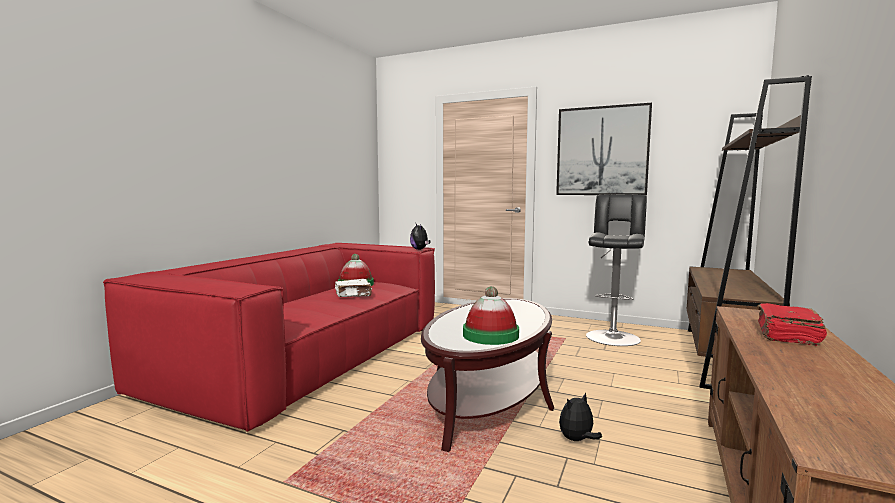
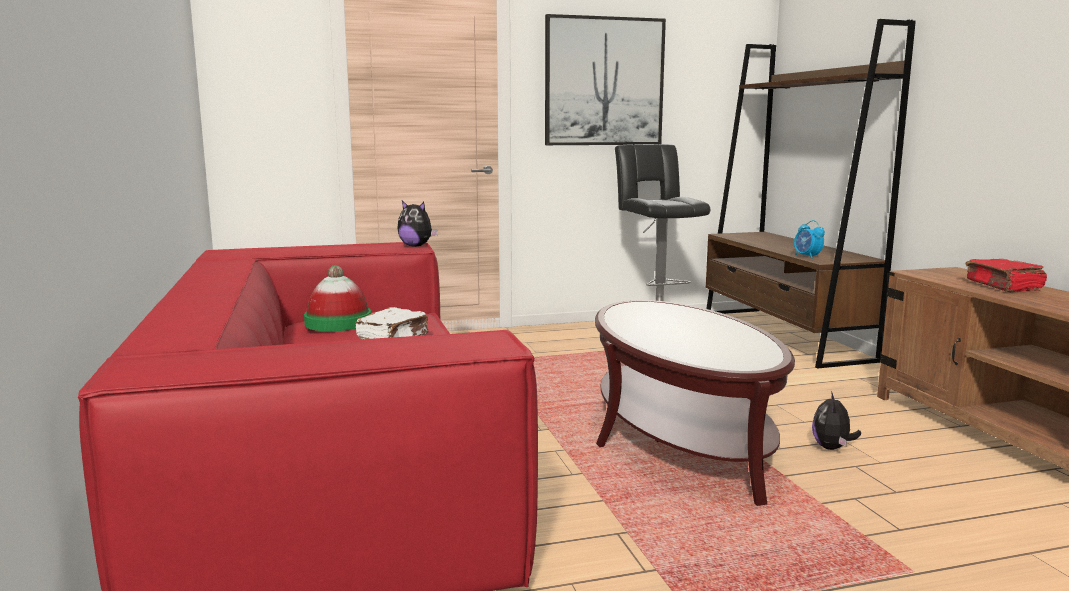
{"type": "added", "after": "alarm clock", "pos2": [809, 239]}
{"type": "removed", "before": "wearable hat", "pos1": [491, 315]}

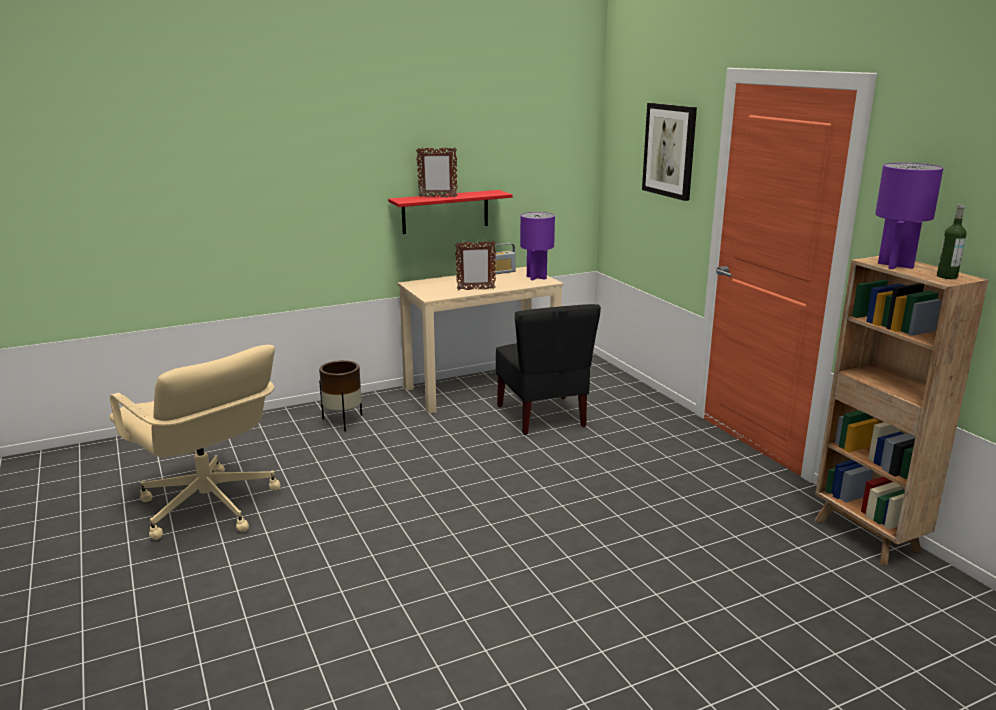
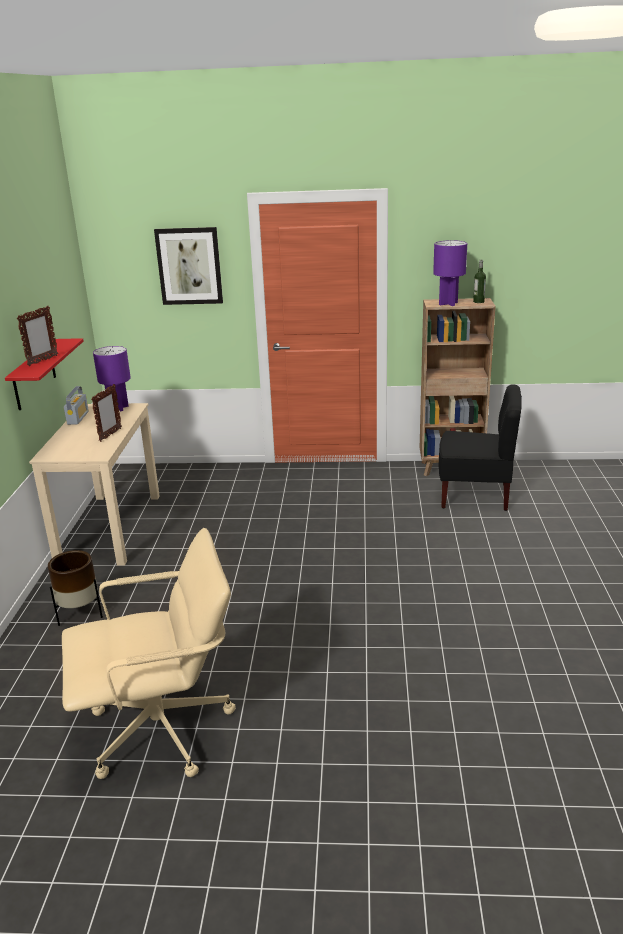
{"type": "moved", "before": "plain chair/black", "pos1": [548, 369], "pos2": [480, 447]}

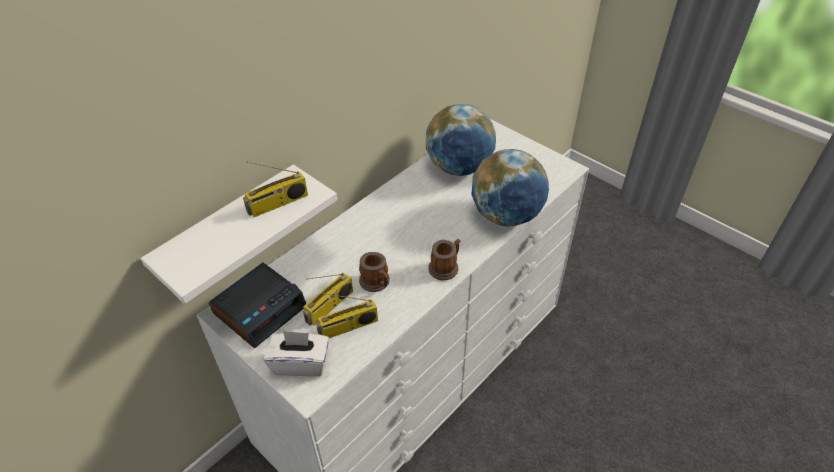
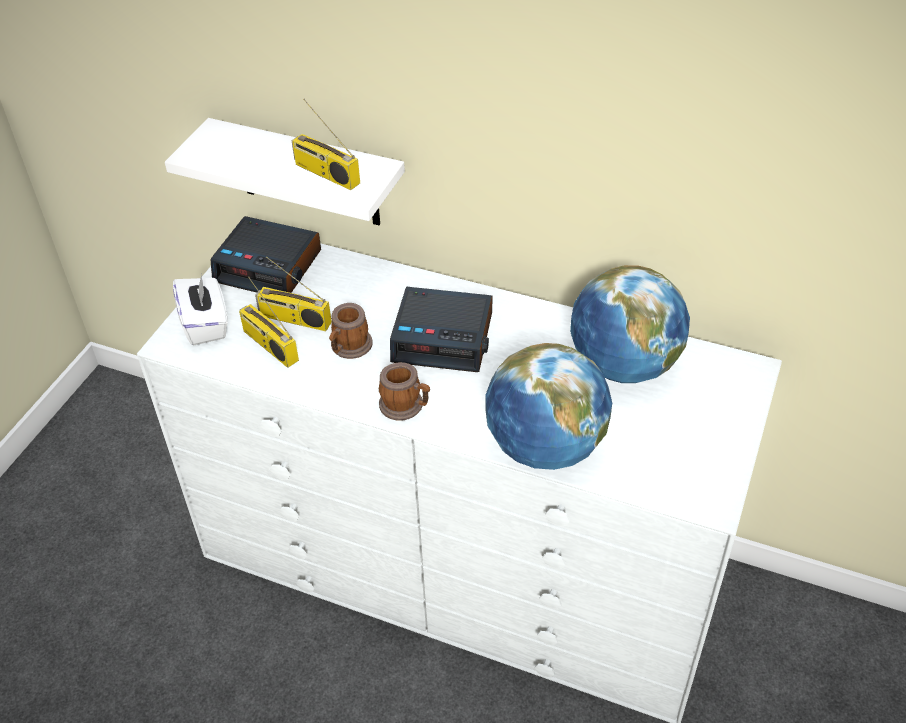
{"type": "added", "after": "alarm clock", "pos2": [441, 329]}

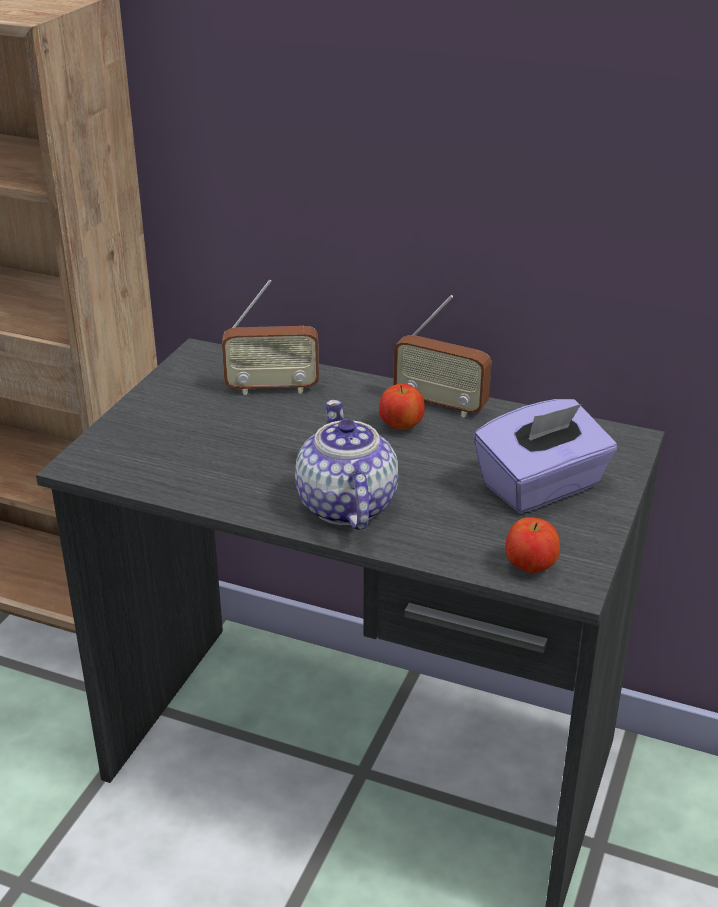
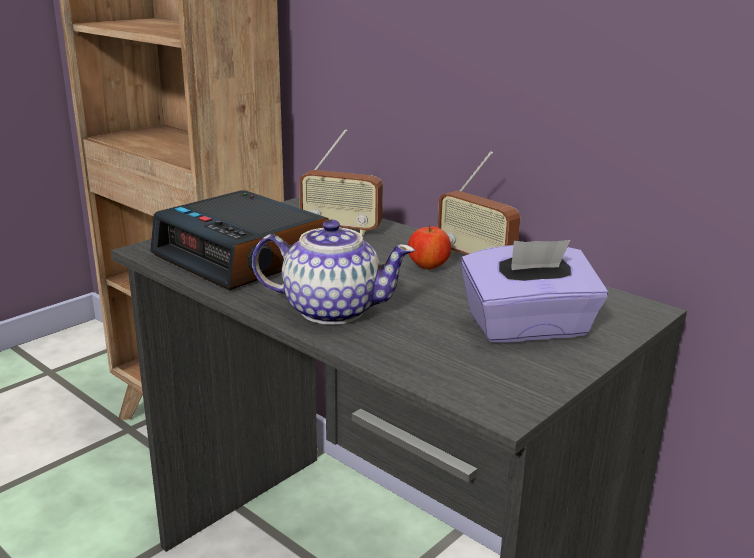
{"type": "added", "after": "alarm clock", "pos2": [239, 240]}
{"type": "turned", "before": "pot for tea", "pos1": [346, 465], "pos2": [333, 272], "turn": 90}
{"type": "removed", "before": "whole apple", "pos1": [532, 545]}

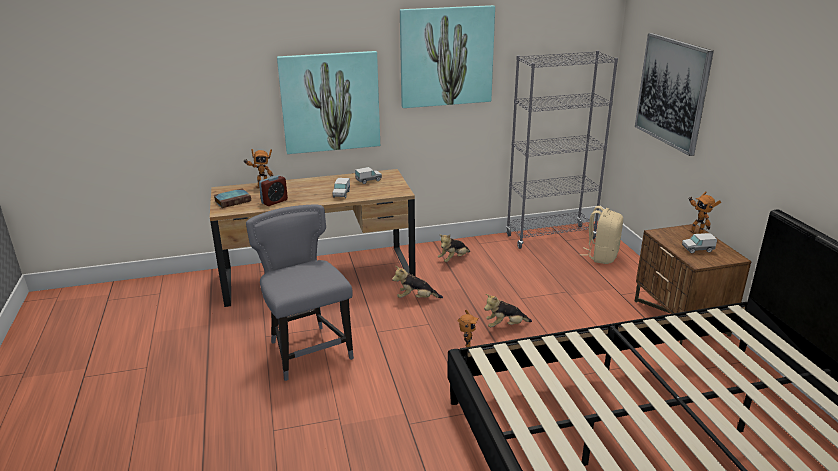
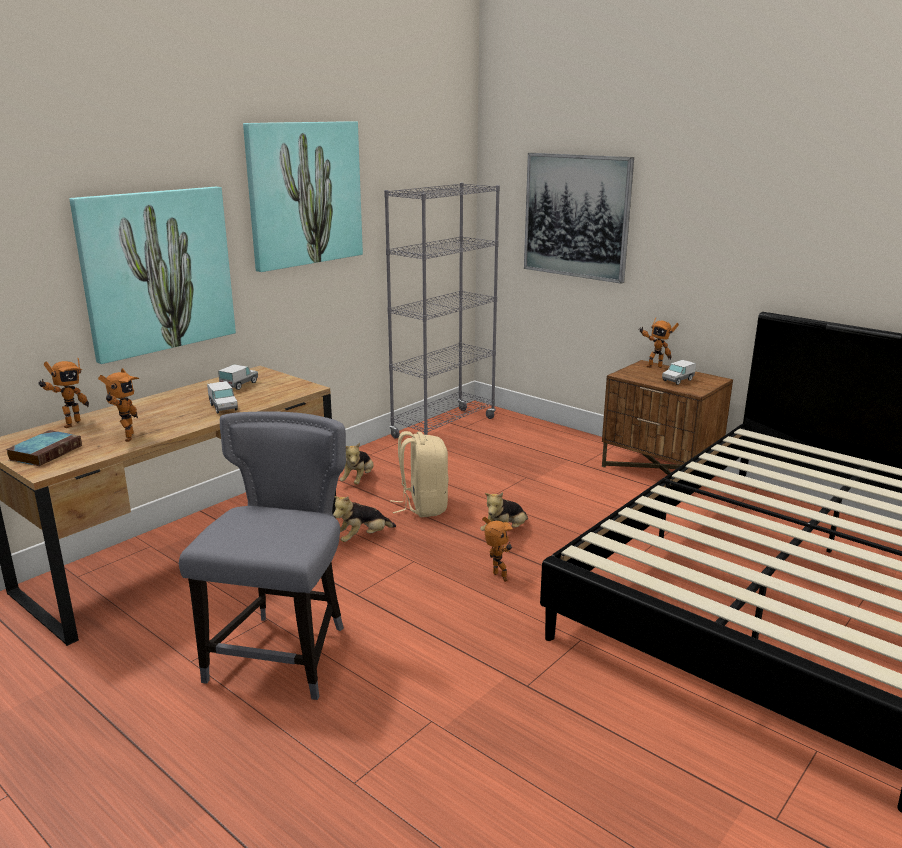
{"type": "replaced", "before": "alarm clock", "after": "model robot", "pos1": [273, 190], "pos2": [118, 405]}
{"type": "turned", "before": "plain chair/greyish", "pos1": [300, 292], "pos2": [262, 555], "turn": 75}
{"type": "moved", "before": "rucksack/beige-coloured", "pos1": [601, 235], "pos2": [419, 474]}

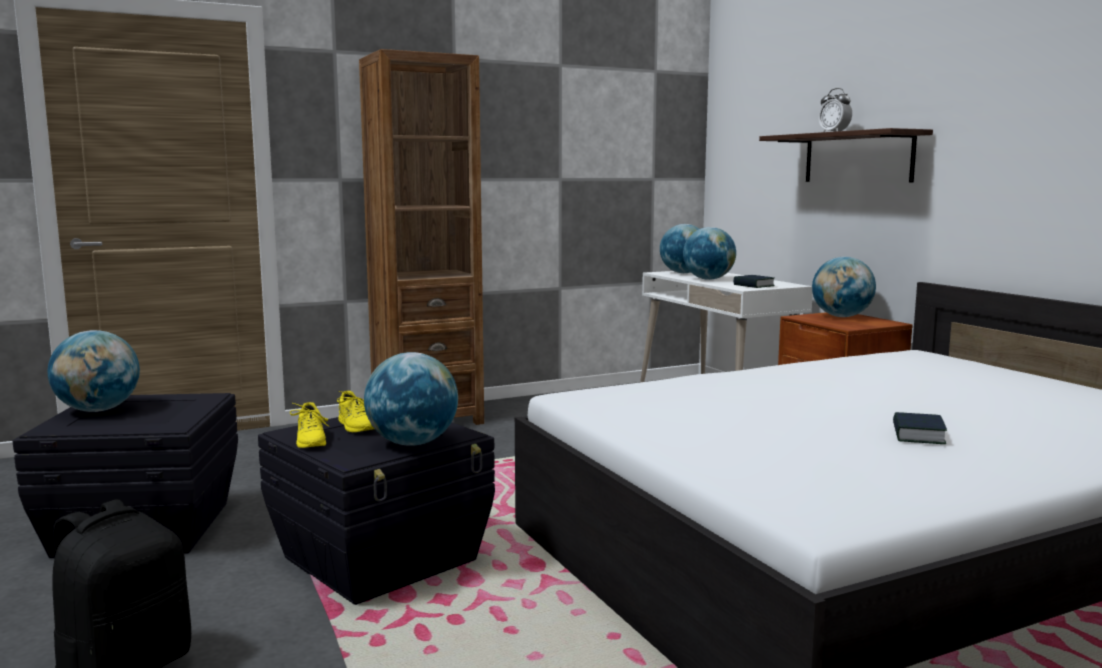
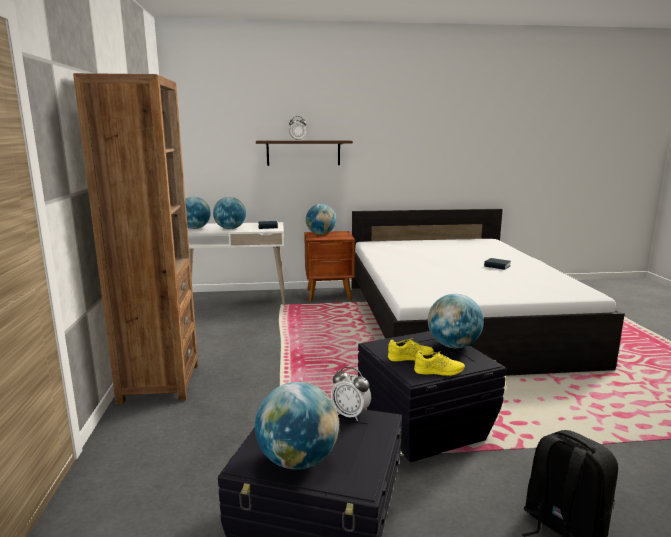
{"type": "added", "after": "alarm clock", "pos2": [351, 394]}

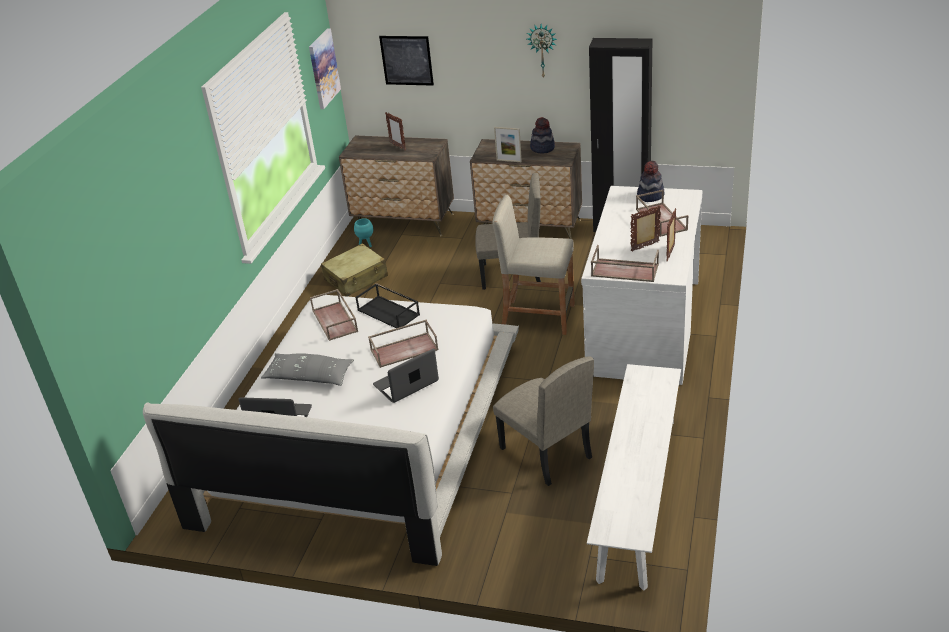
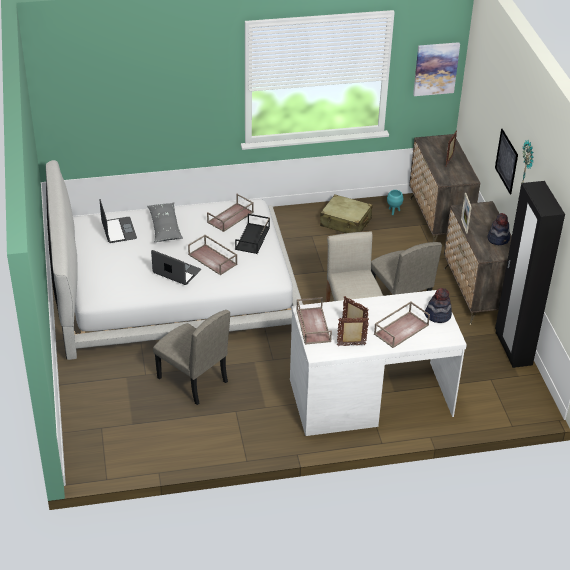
{"type": "turned", "before": "plain chair/beige-coloured", "pos1": [543, 421], "pos2": [191, 357], "turn": -75}
{"type": "moved", "before": "wall picture", "pos1": [406, 61], "pos2": [506, 161]}
{"type": "removed", "before": "indoor bench/whitish", "pos1": [634, 477]}

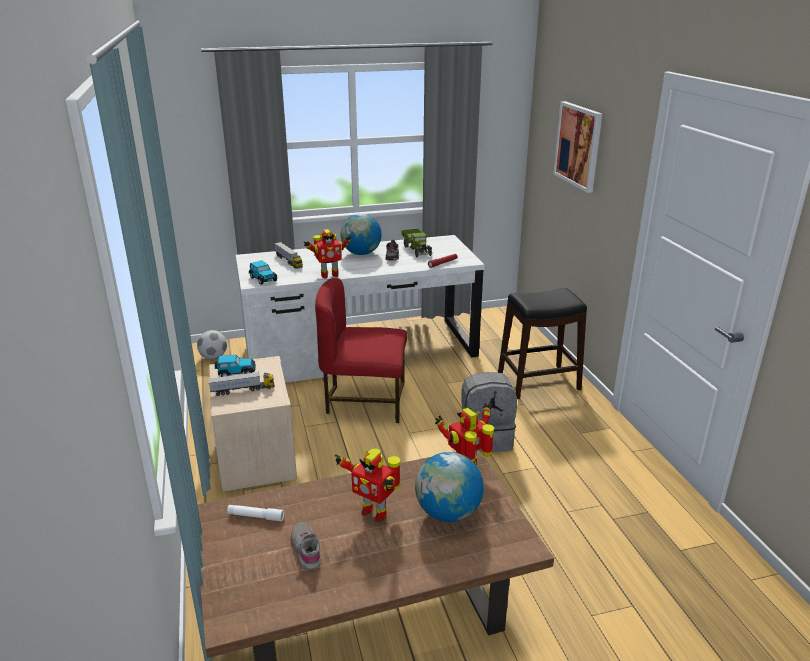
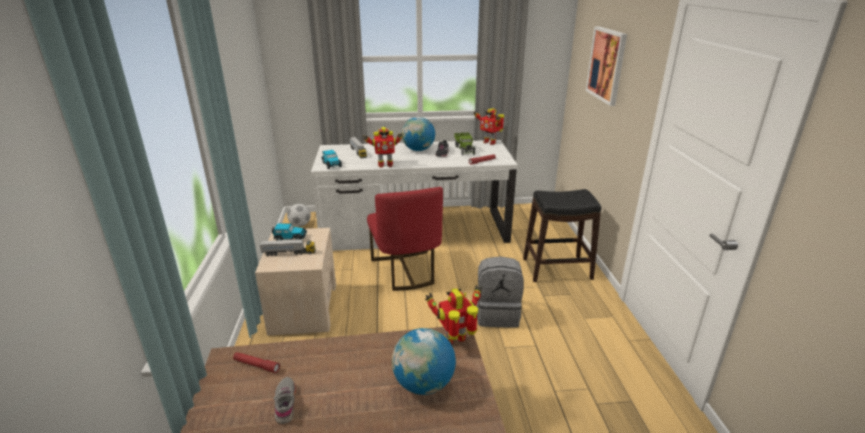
{"type": "recoloured", "before": "hand torch/whitish", "after": "hand torch/red", "pos1": [255, 513], "pos2": [256, 362]}
{"type": "turned", "before": "plain chair/red", "pos1": [361, 350], "pos2": [405, 239], "turn": -120}
{"type": "moved", "before": "model robot", "pos1": [368, 485], "pos2": [488, 126]}

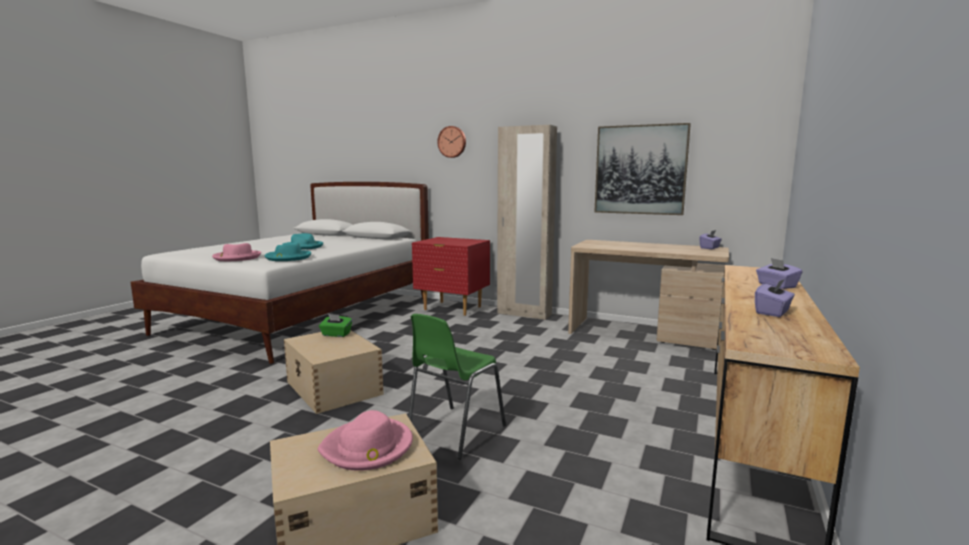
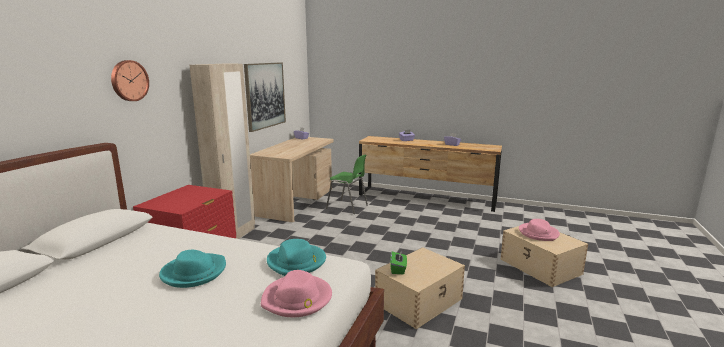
{"type": "moved", "before": "plain chair/green-coloured", "pos1": [457, 386], "pos2": [347, 184]}

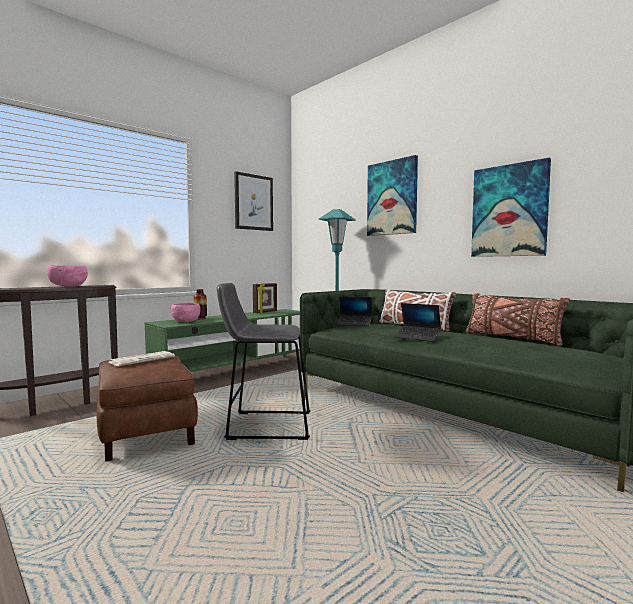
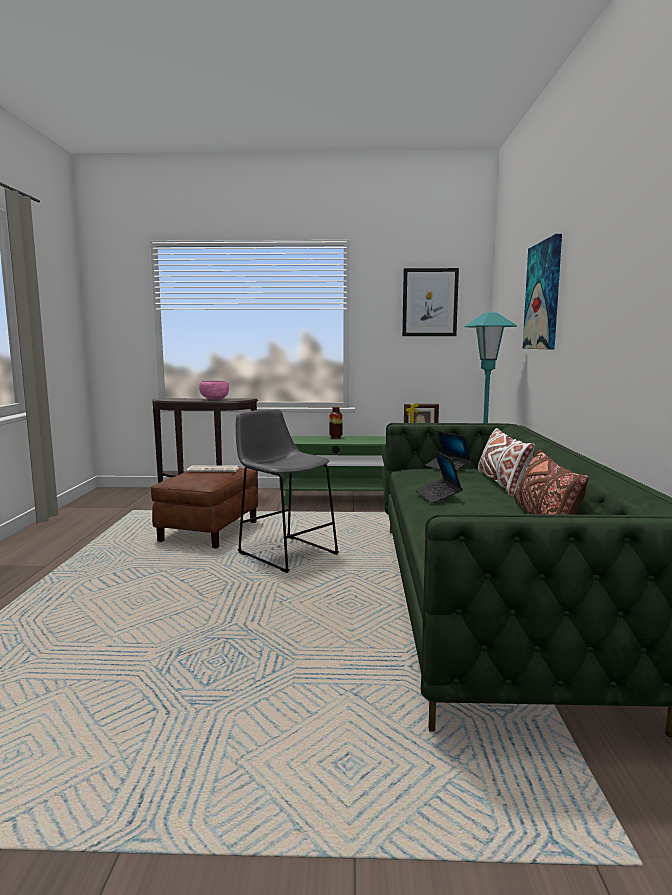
{"type": "removed", "before": "bowl/pinkish", "pos1": [185, 312]}
{"type": "removed", "before": "wall picture", "pos1": [511, 207]}

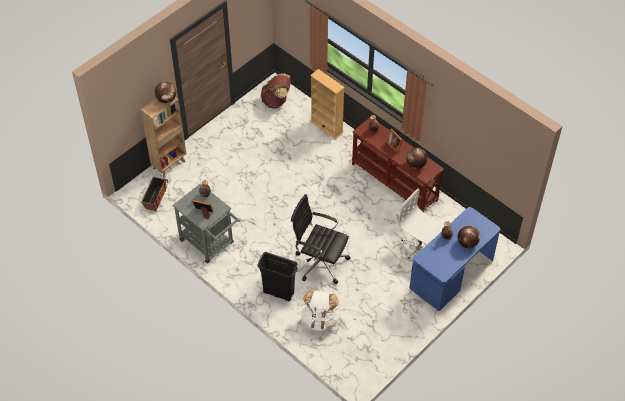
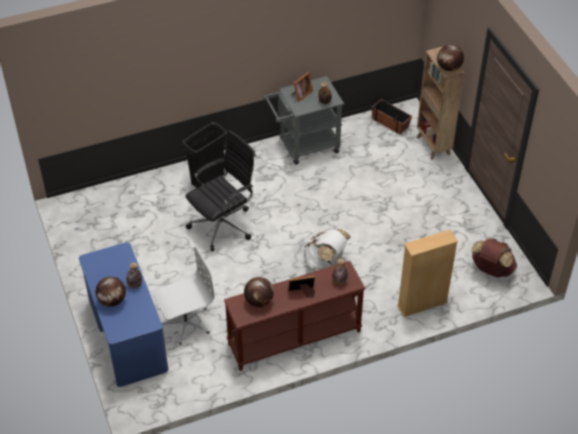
{"type": "moved", "before": "rucksack/whitish", "pos1": [319, 311], "pos2": [327, 250]}

